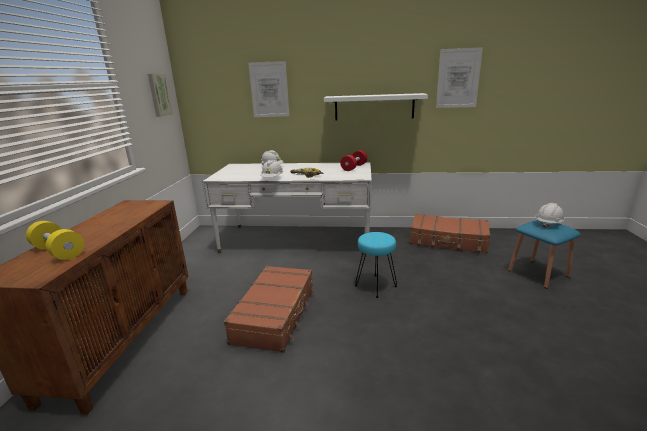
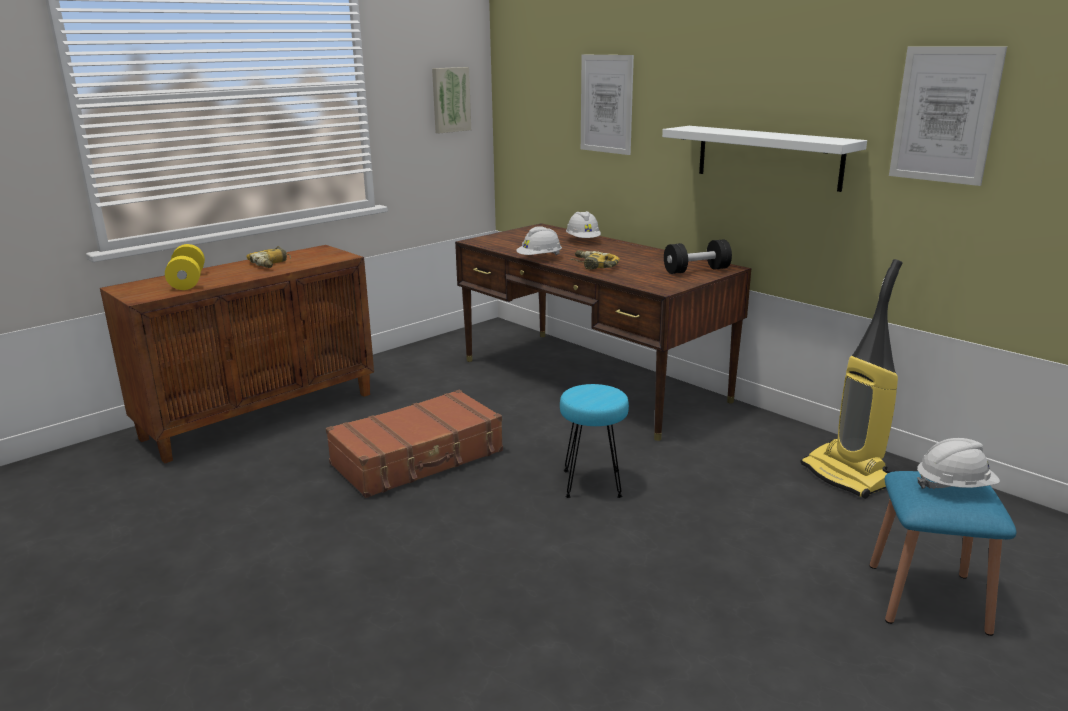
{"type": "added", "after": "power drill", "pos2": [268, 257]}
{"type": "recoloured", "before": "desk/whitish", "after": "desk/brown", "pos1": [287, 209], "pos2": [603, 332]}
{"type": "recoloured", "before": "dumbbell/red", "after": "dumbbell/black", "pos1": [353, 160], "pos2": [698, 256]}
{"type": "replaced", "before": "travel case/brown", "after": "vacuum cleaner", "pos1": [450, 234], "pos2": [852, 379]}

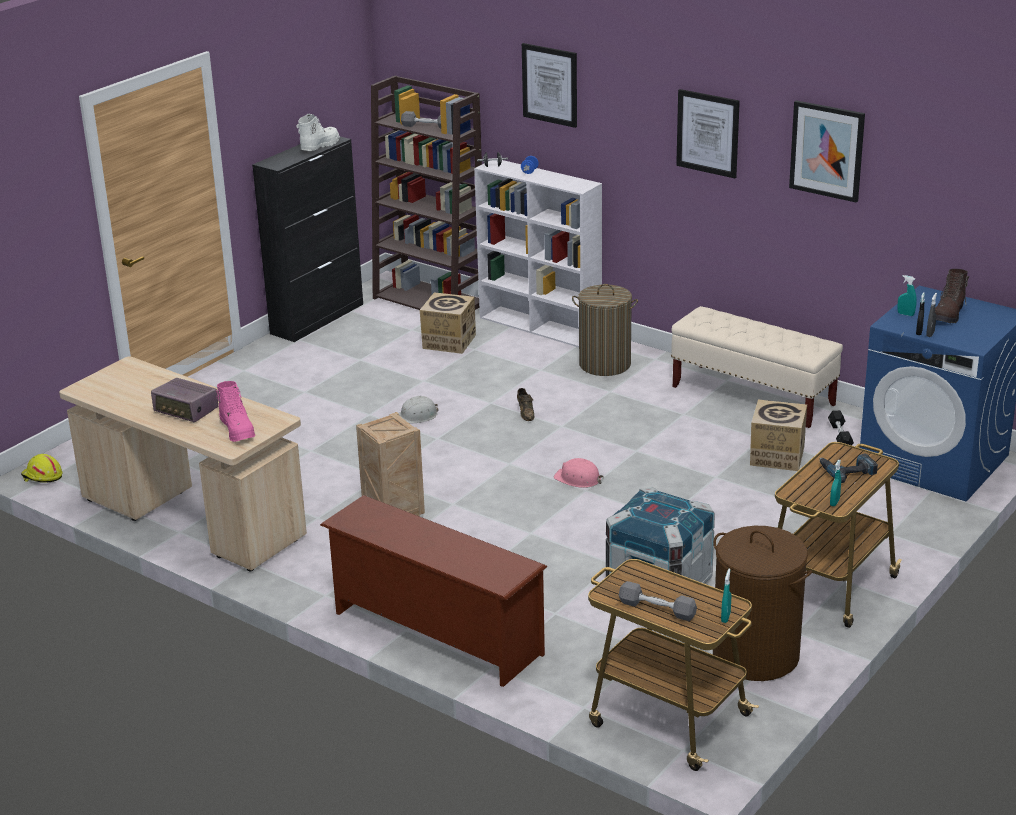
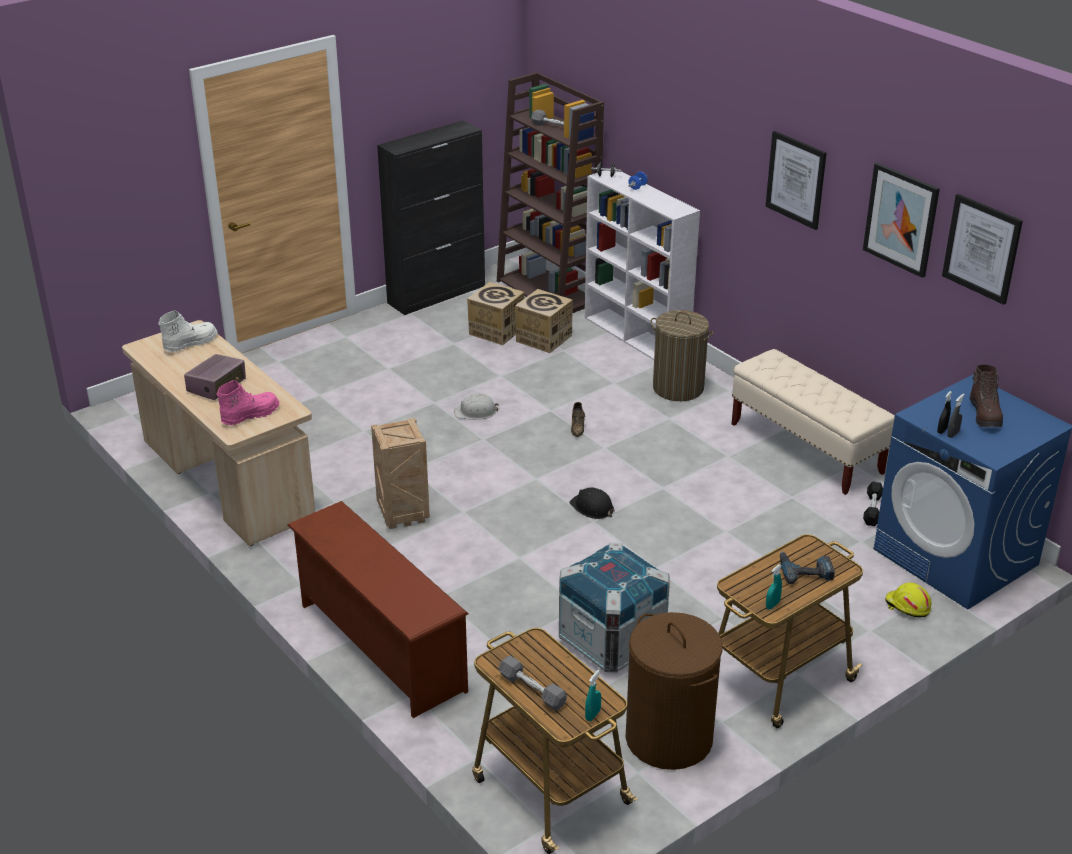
{"type": "moved", "before": "tall boot/whitish", "pos1": [318, 132], "pos2": [188, 331]}
{"type": "turned", "before": "radio set", "pos1": [184, 400], "pos2": [215, 377], "turn": -105}
{"type": "turned", "before": "tall boot/pinkish", "pos1": [235, 411], "pos2": [248, 402], "turn": -120}
{"type": "moved", "before": "cardboard box", "pos1": [778, 435], "pos2": [495, 313]}
{"type": "recoloured", "before": "work helmet/pinkish", "after": "work helmet/black", "pos1": [579, 473], "pos2": [592, 503]}
{"type": "moved", "before": "work helmet/yellow", "pos1": [41, 468], "pos2": [908, 600]}
{"type": "moved", "before": "wall picture", "pos1": [549, 85], "pos2": [982, 249]}
{"type": "turned", "before": "tall boot/brown", "pos1": [952, 296], "pos2": [986, 395], "turn": -45}
{"type": "removed", "before": "sprayer/turquoise", "pos1": [907, 295]}

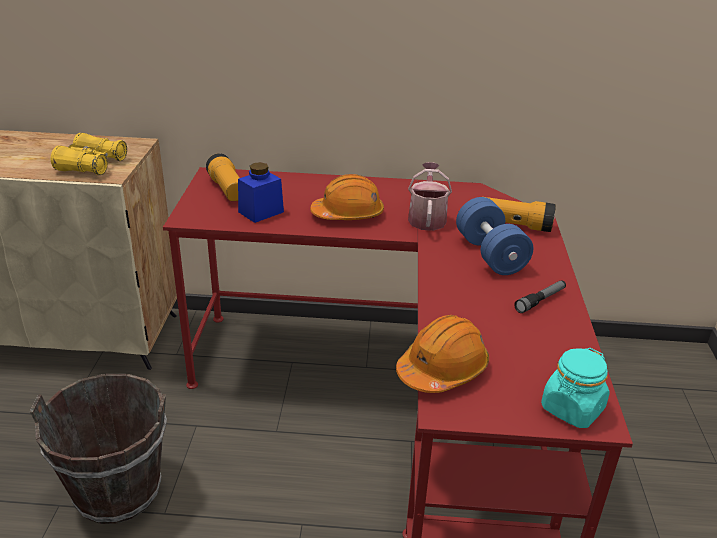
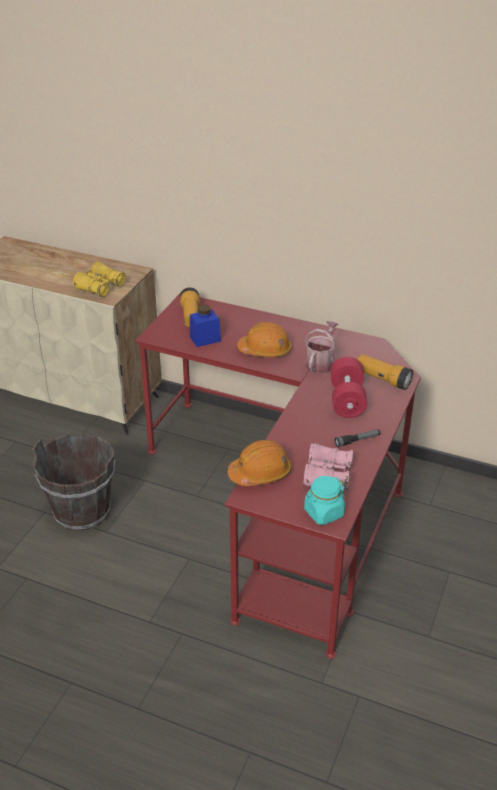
{"type": "added", "after": "pair of binoculars/pinkish", "pos2": [328, 466]}
{"type": "recoloured", "before": "dumbbell/blue", "after": "dumbbell/red", "pos1": [495, 236], "pos2": [348, 387]}

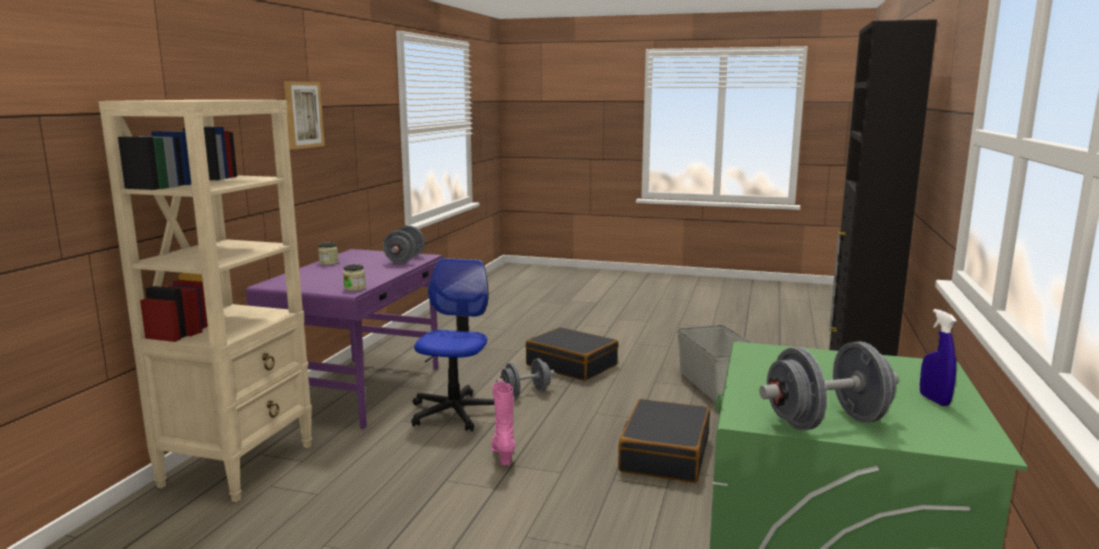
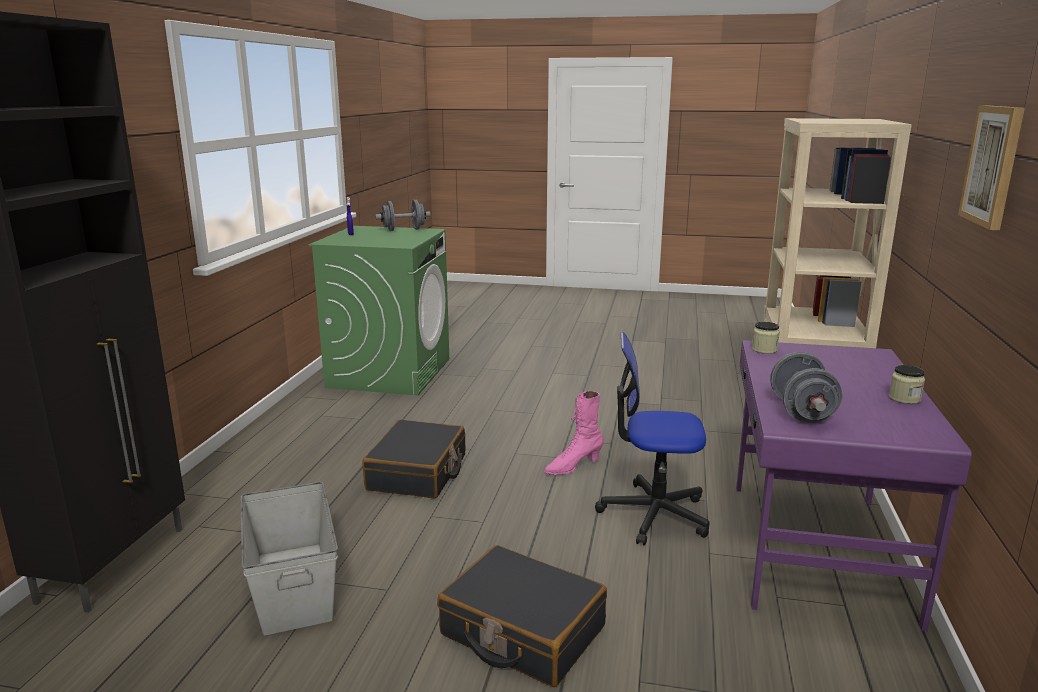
{"type": "turned", "before": "tall boot/pinkish", "pos1": [503, 423], "pos2": [574, 433], "turn": 75}
{"type": "turned", "before": "computer chair", "pos1": [452, 344], "pos2": [652, 439], "turn": 90}
{"type": "removed", "before": "dumbbell/greyish", "pos1": [525, 377]}

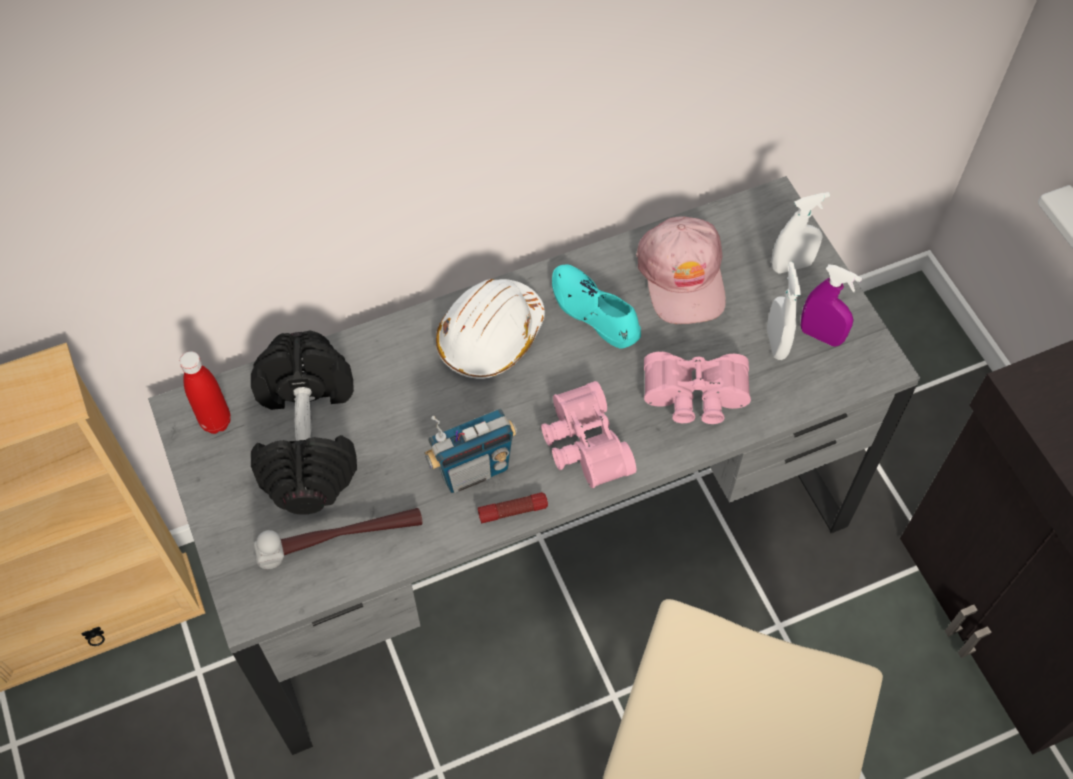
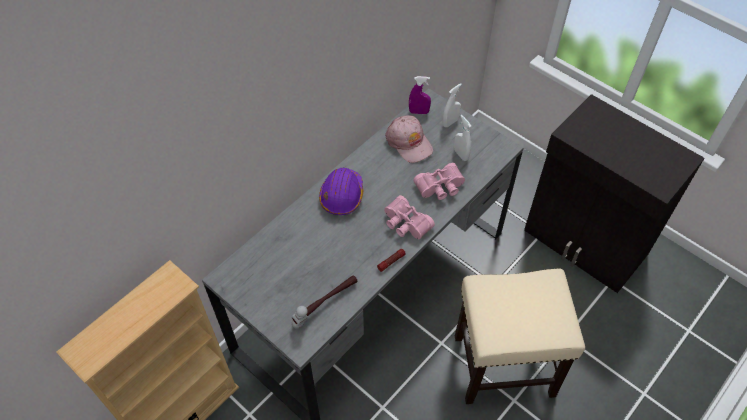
{"type": "recoloured", "before": "work helmet/whitish", "after": "work helmet/purplish", "pos1": [490, 329], "pos2": [341, 191]}
{"type": "moved", "before": "sprayer/purplish", "pos1": [831, 305], "pos2": [420, 95]}
{"type": "removed", "before": "drink bottle/red", "pos1": [205, 392]}
{"type": "removed", "before": "dumbbell/black", "pos1": [304, 422]}
{"type": "removed", "before": "radio set", "pos1": [471, 451]}
{"type": "removed", "before": "low shoe/turquoise", "pos1": [596, 307]}

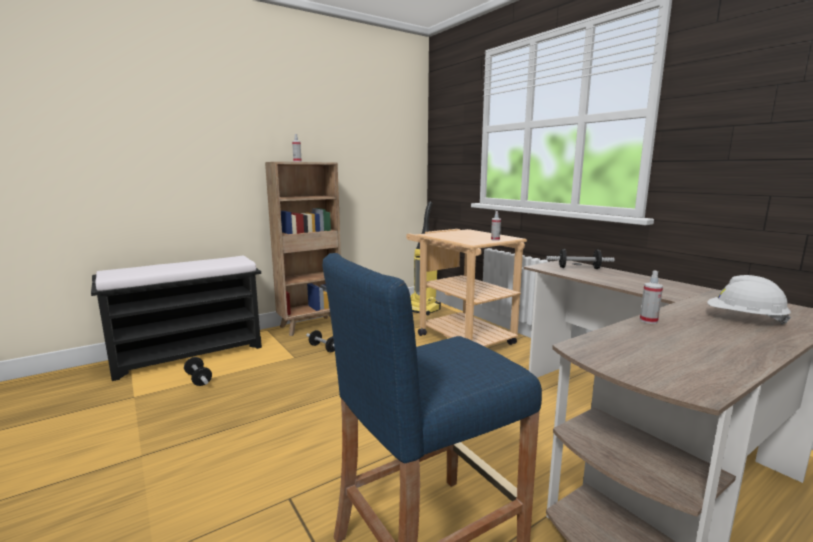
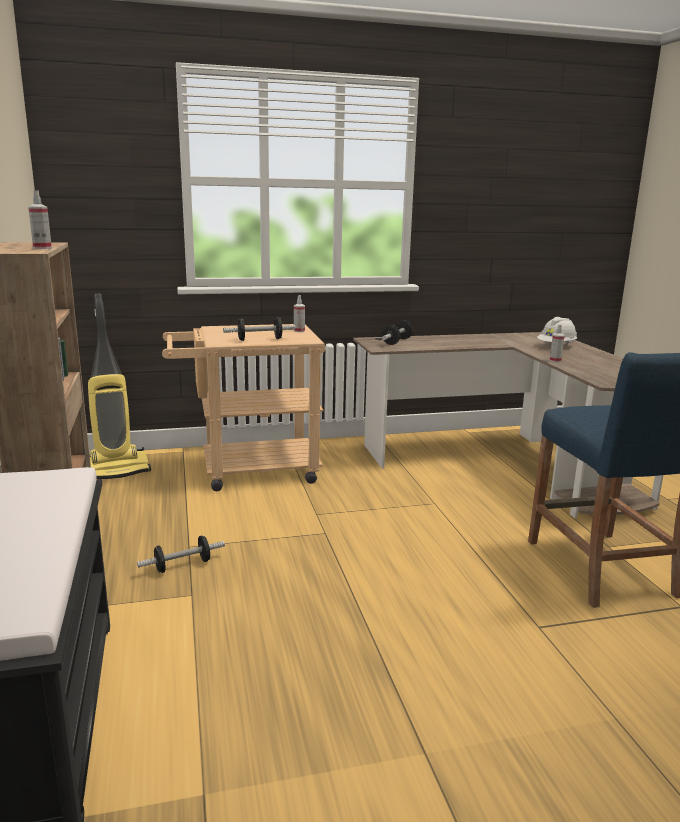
{"type": "moved", "before": "dumbbell", "pos1": [198, 371], "pos2": [259, 329]}

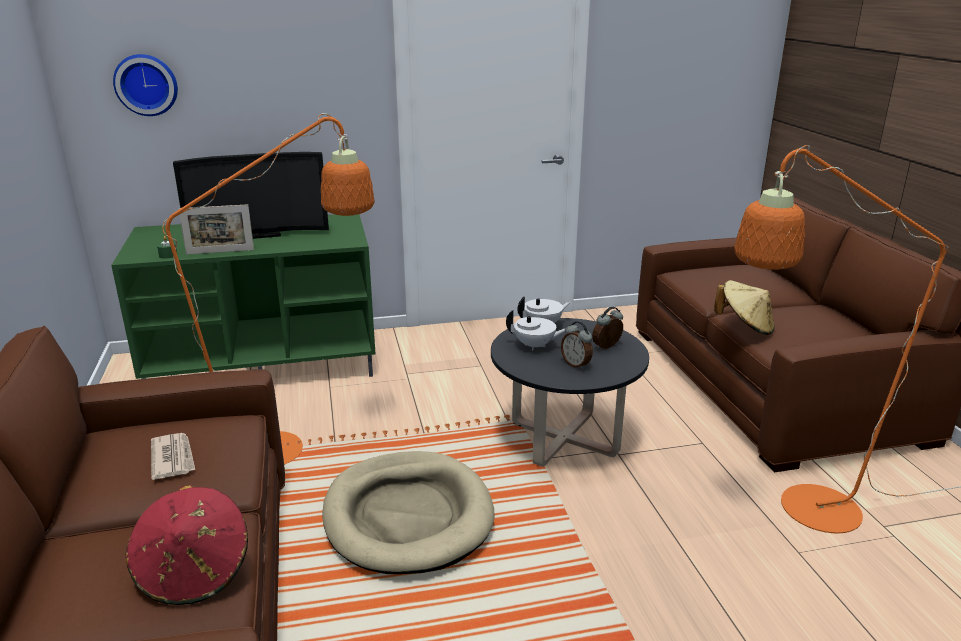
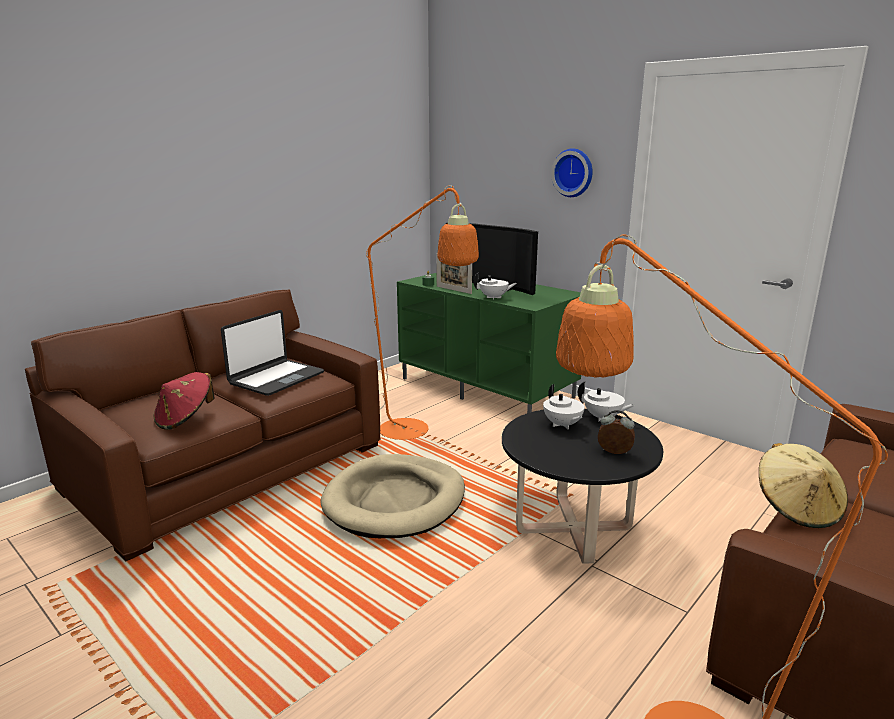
{"type": "replaced", "before": "daily paper", "after": "laptop", "pos1": [173, 456], "pos2": [272, 353]}
{"type": "added", "after": "pot for tea/whitish", "pos2": [495, 286]}
{"type": "moved", "before": "wall clock", "pos1": [145, 85], "pos2": [572, 172]}
{"type": "removed", "before": "alarm clock", "pos1": [577, 345]}

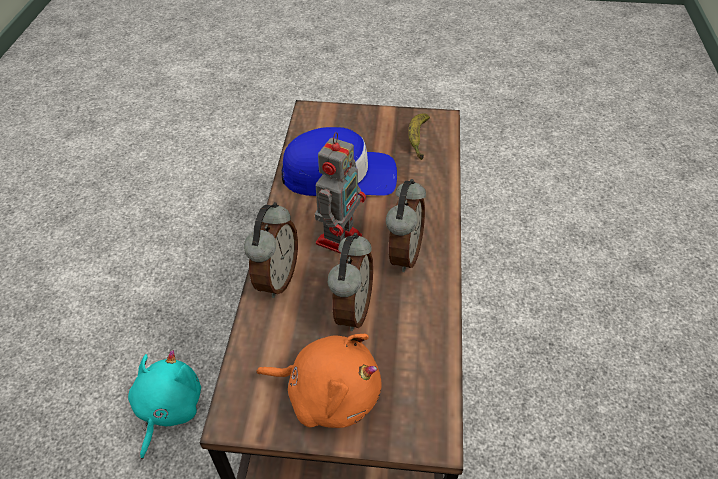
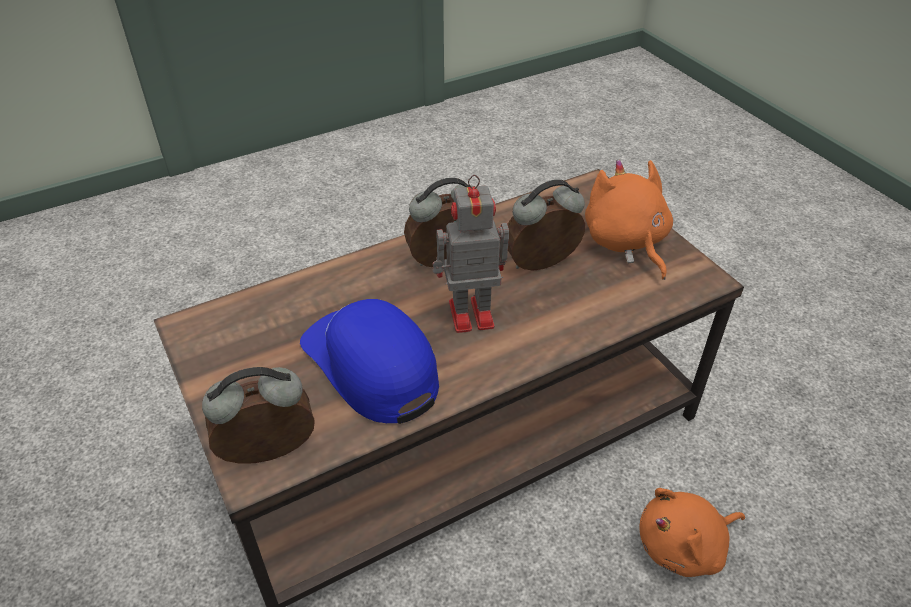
{"type": "moved", "before": "alarm clock", "pos1": [271, 250], "pos2": [258, 415]}
{"type": "recoloured", "before": "plush toy/turquoise", "after": "plush toy/orangey", "pos1": [164, 404], "pos2": [692, 532]}
{"type": "removed", "before": "banana fruit", "pos1": [419, 136]}

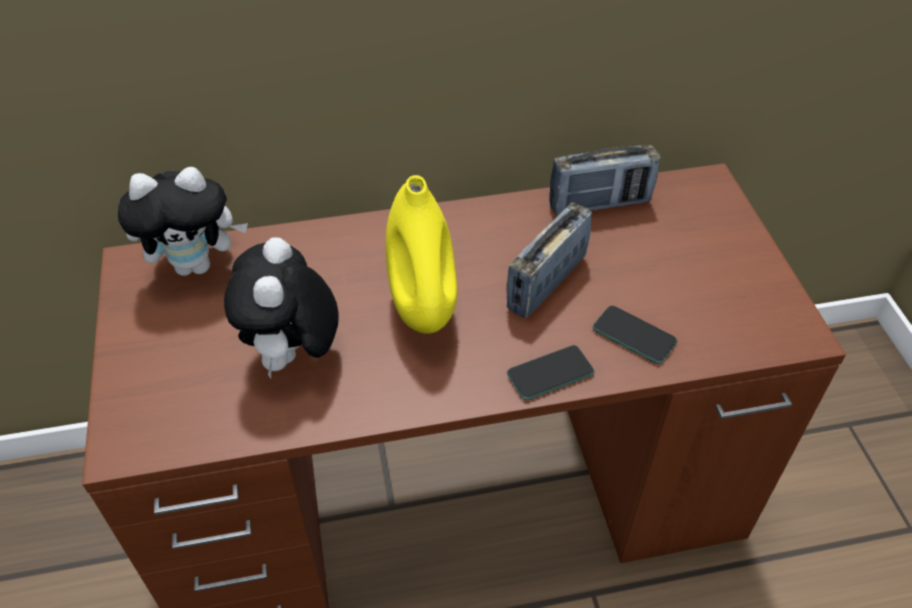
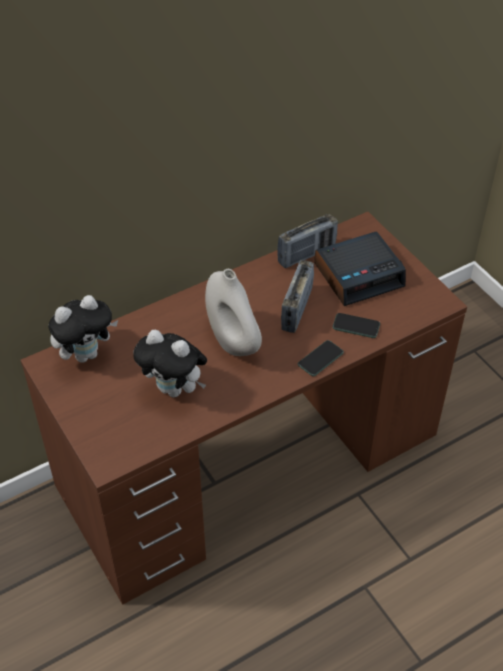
{"type": "turned", "before": "plush toy", "pos1": [281, 308], "pos2": [170, 364], "turn": -45}
{"type": "recoloured", "before": "flower vase/yellow", "after": "flower vase/whitish", "pos1": [421, 254], "pos2": [233, 312]}
{"type": "added", "after": "alarm clock", "pos2": [360, 268]}

